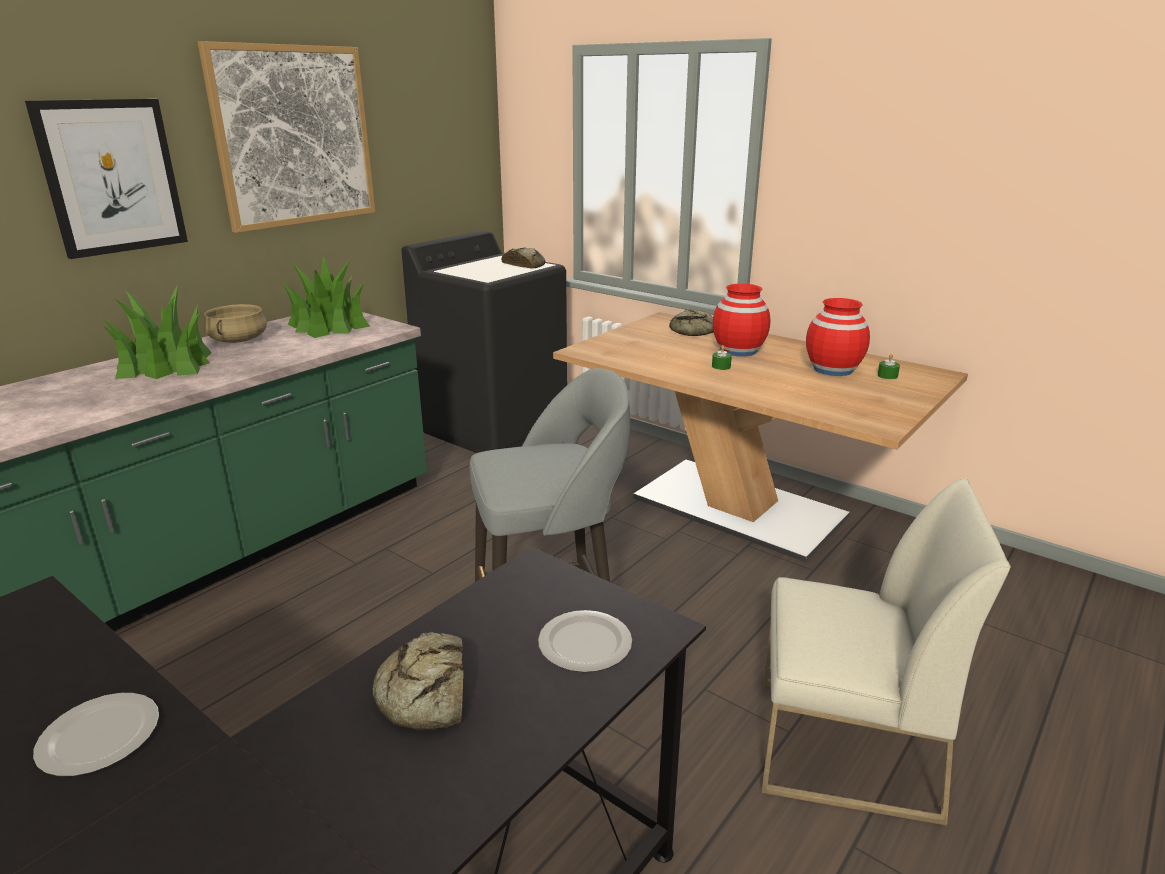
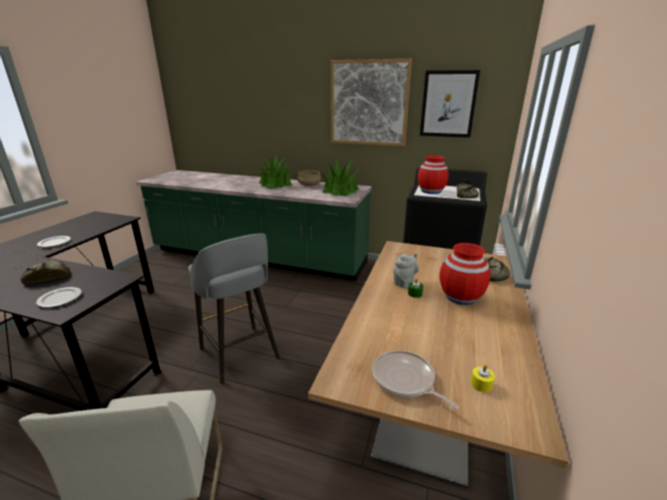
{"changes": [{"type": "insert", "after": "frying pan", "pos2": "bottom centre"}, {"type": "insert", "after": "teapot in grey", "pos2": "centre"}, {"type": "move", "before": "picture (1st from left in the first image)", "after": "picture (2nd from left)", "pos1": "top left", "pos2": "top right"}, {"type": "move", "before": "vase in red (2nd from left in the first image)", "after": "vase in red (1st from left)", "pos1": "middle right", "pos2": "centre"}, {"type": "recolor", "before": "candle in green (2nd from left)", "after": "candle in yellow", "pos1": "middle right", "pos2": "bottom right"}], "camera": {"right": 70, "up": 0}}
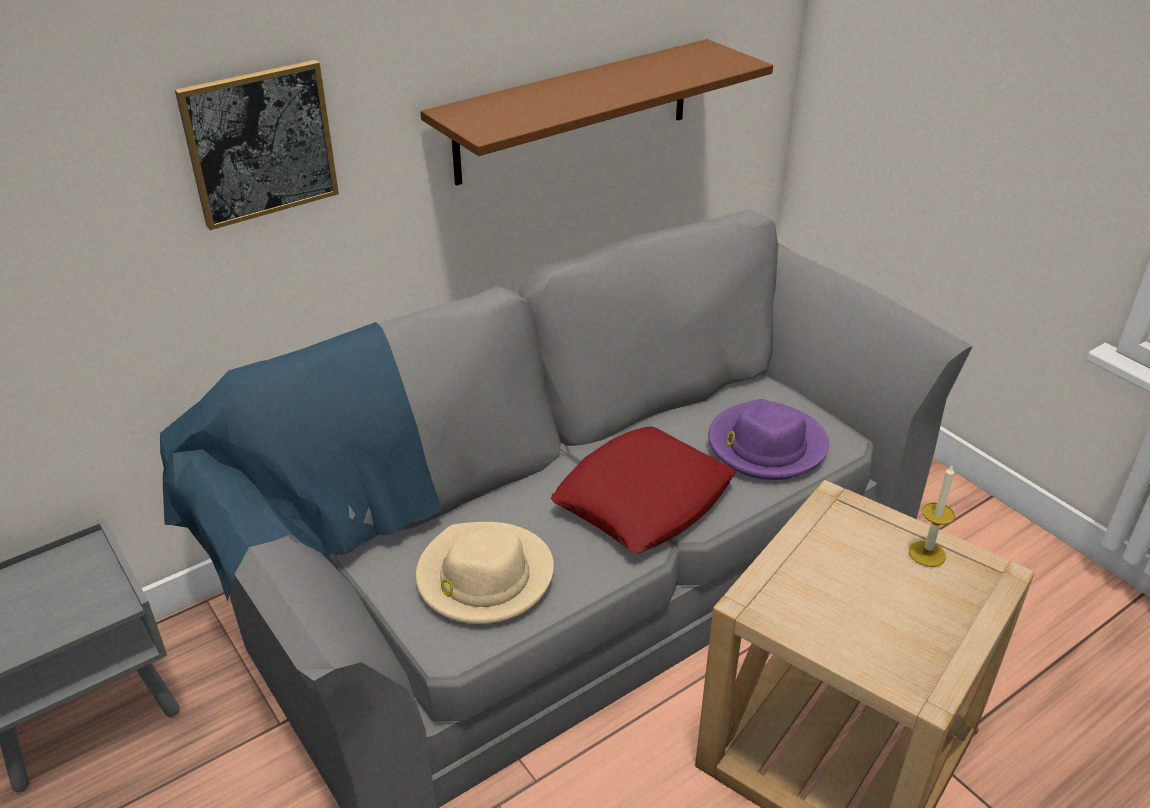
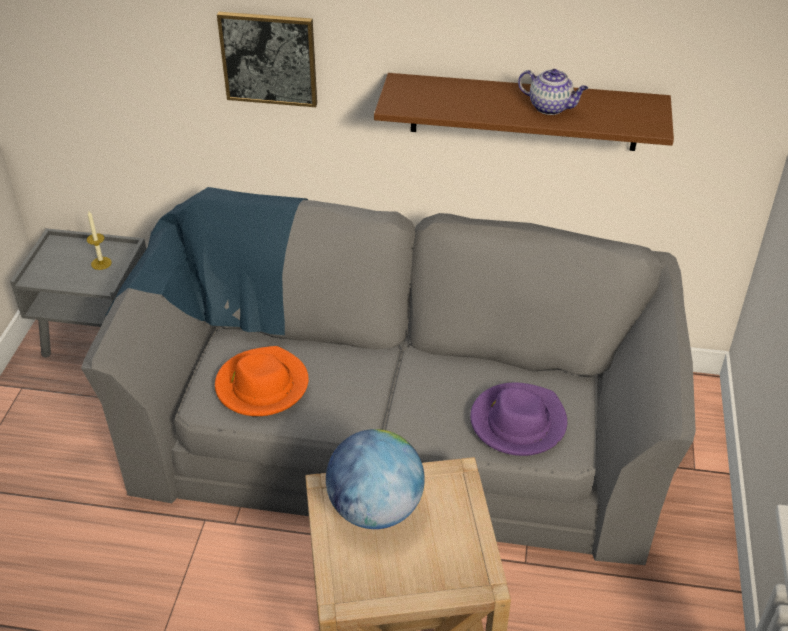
{"changes": [{"type": "delete", "before": "pillow in red", "pos1": "centre"}, {"type": "insert", "after": "globe", "pos2": "bottom centre"}, {"type": "insert", "after": "teapot", "pos2": "top right"}, {"type": "move", "before": "candle", "pos1": "middle right", "pos2": "middle left"}, {"type": "recolor", "before": "hat in beige", "after": "hat in orange", "pos1": "bottom centre", "pos2": "middle left"}], "camera": {"right": 45, "up": 5}}
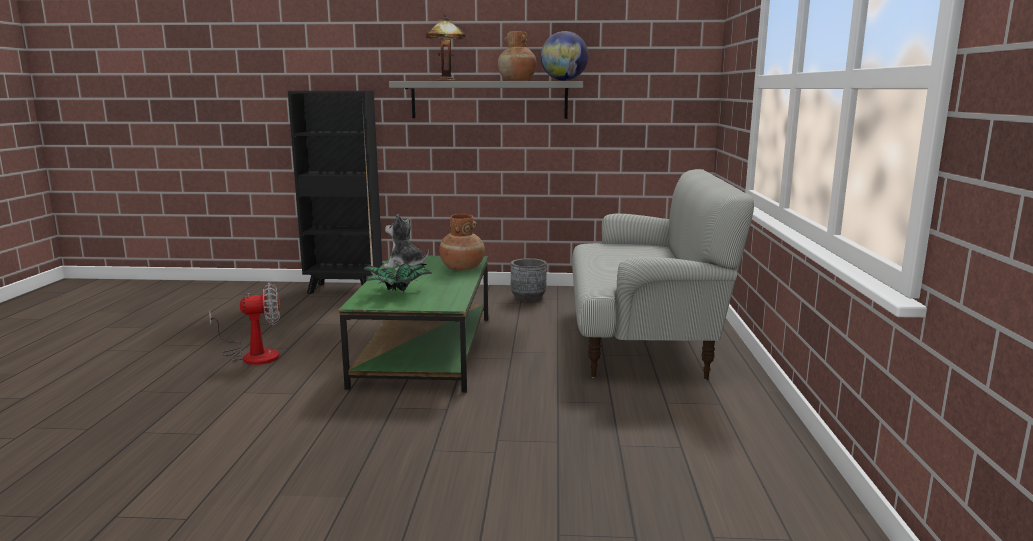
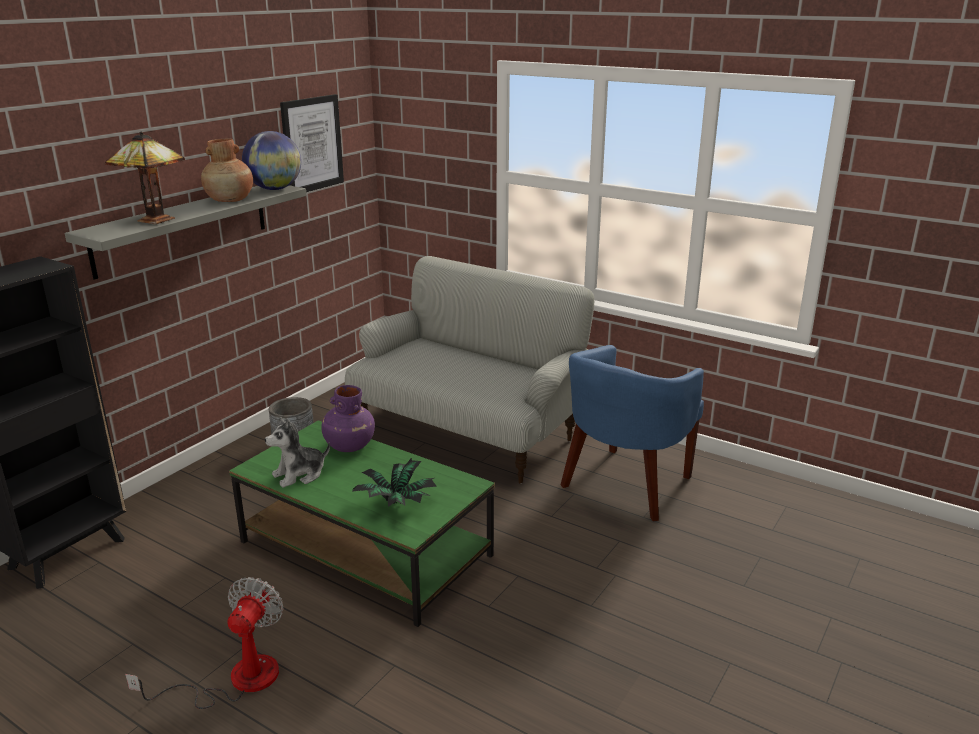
{"changes": [{"type": "insert", "after": "picture", "pos2": "top left"}, {"type": "insert", "after": "armchair in blue", "pos2": "centre"}, {"type": "recolor", "before": "vase in brown (1st from left)", "after": "vase in purple", "pos1": "centre", "pos2": "centre"}], "camera": {"right": -60, "up": 10}}
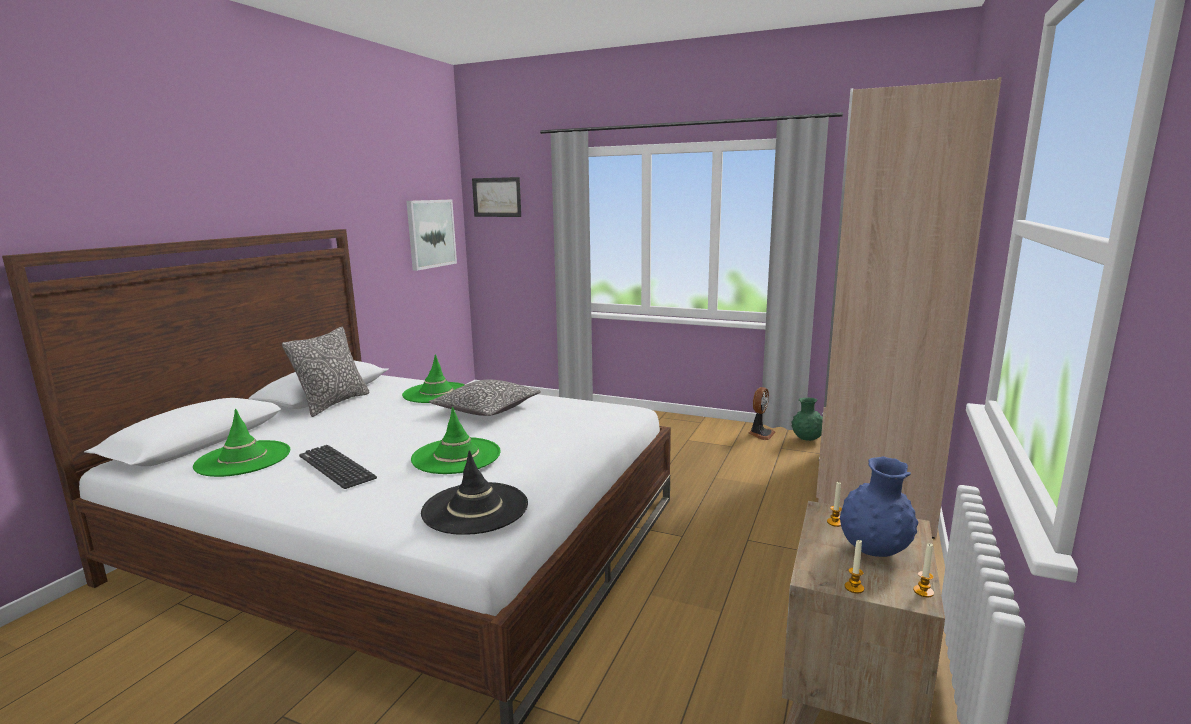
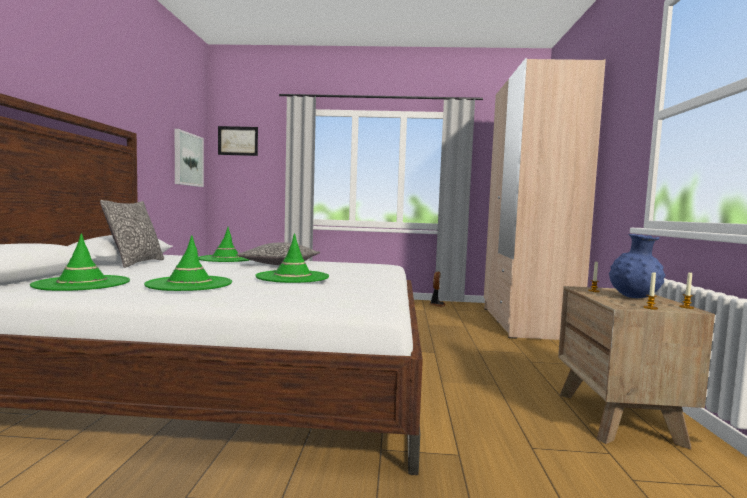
{"changes": [{"type": "delete", "before": "hat in black", "pos1": "bottom centre"}, {"type": "delete", "before": "vase in green", "pos1": "middle right"}, {"type": "replace", "before": "keyboard", "after": "hat in green (2nd from left)", "pos1": "middle left", "pos2": "middle left"}], "camera": {"right": -20, "up": -10}}
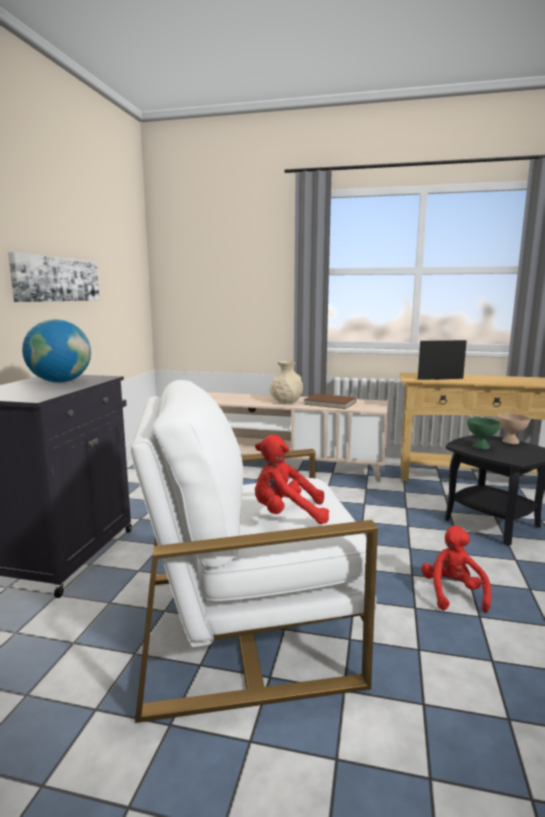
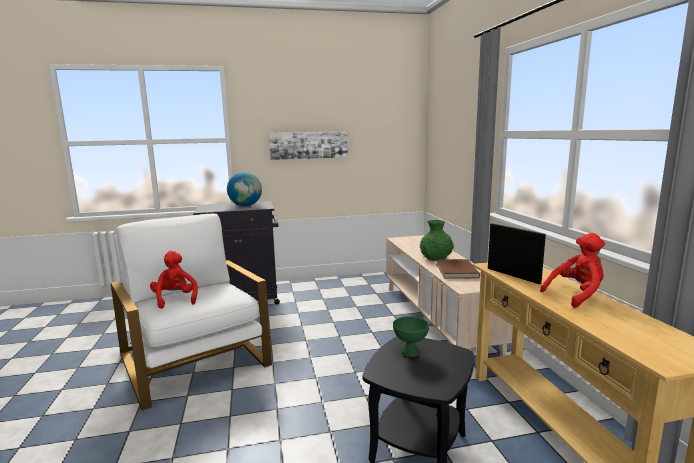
{"changes": [{"type": "delete", "before": "bowl in beige", "pos1": "middle right"}, {"type": "move", "before": "plush toy in red (2nd from left)", "pos1": "bottom right", "pos2": "middle right"}, {"type": "recolor", "before": "vase in beige", "after": "vase in green", "pos1": "centre", "pos2": "centre"}], "camera": {"right": 65, "up": 0}}
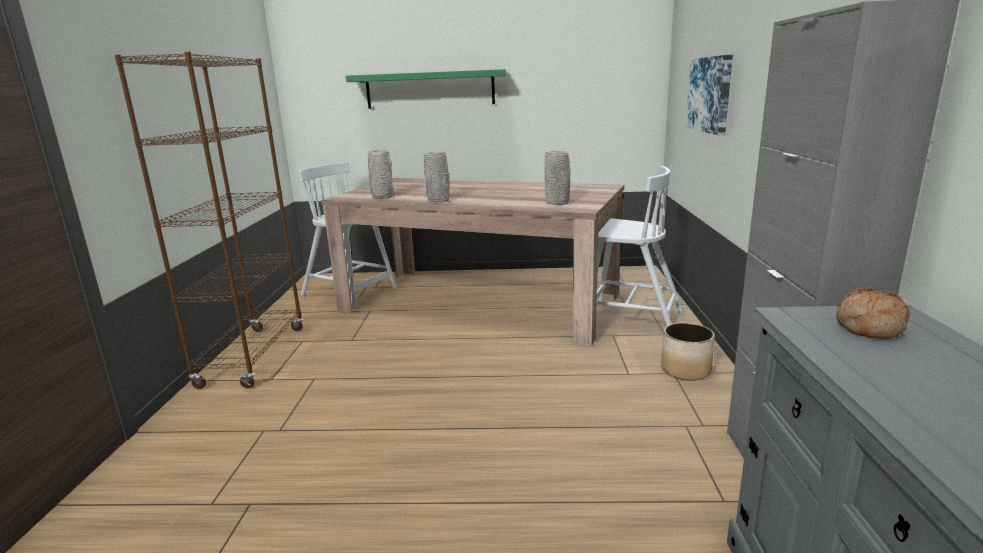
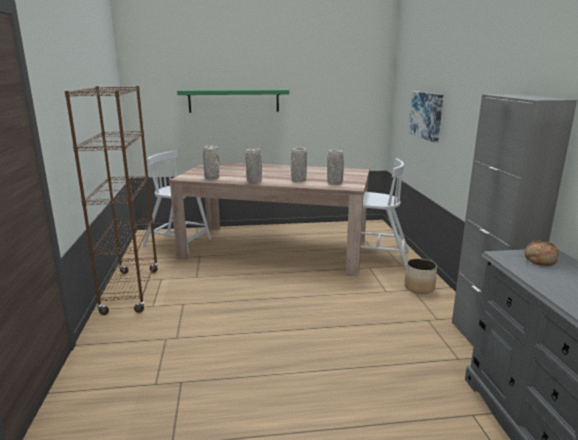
{"changes": [{"type": "insert", "after": "vase in grey (3rd from left)", "pos2": "centre"}], "camera": {"right": -10, "up": 0}}
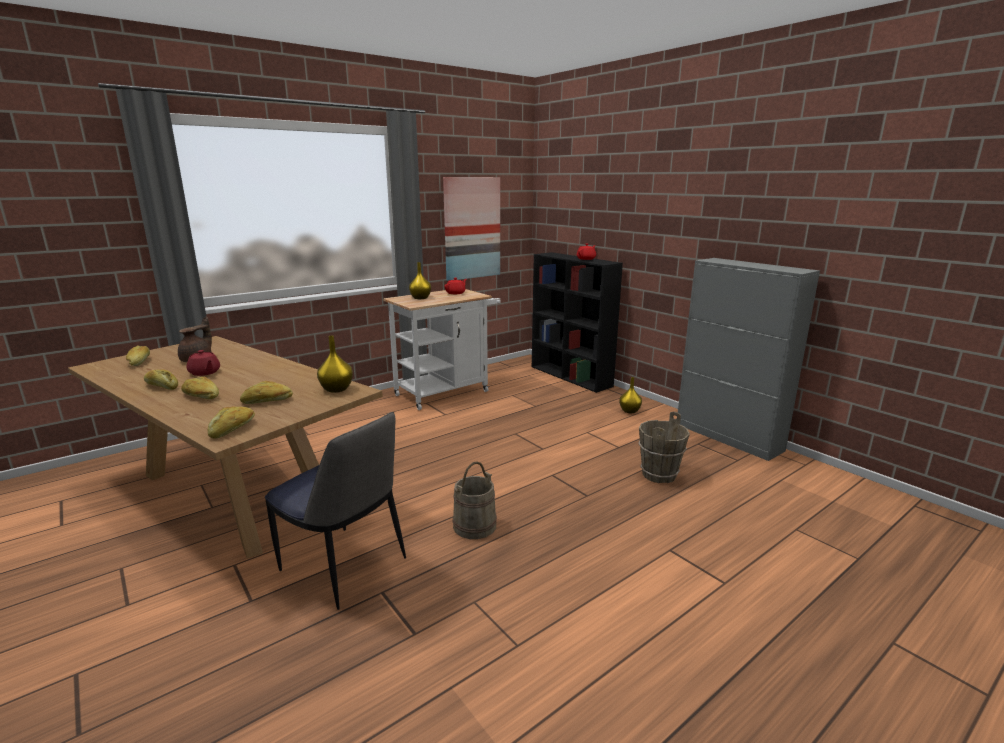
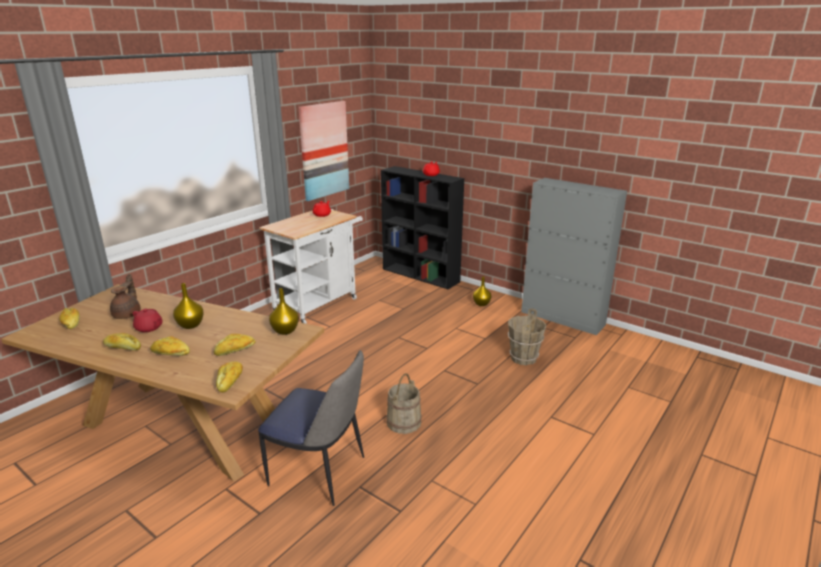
{"changes": [{"type": "move", "before": "vase in yellow (2nd from left in the first image)", "after": "vase in yellow (1st from left)", "pos1": "centre", "pos2": "middle left"}], "camera": {"right": -15, "up": 5}}
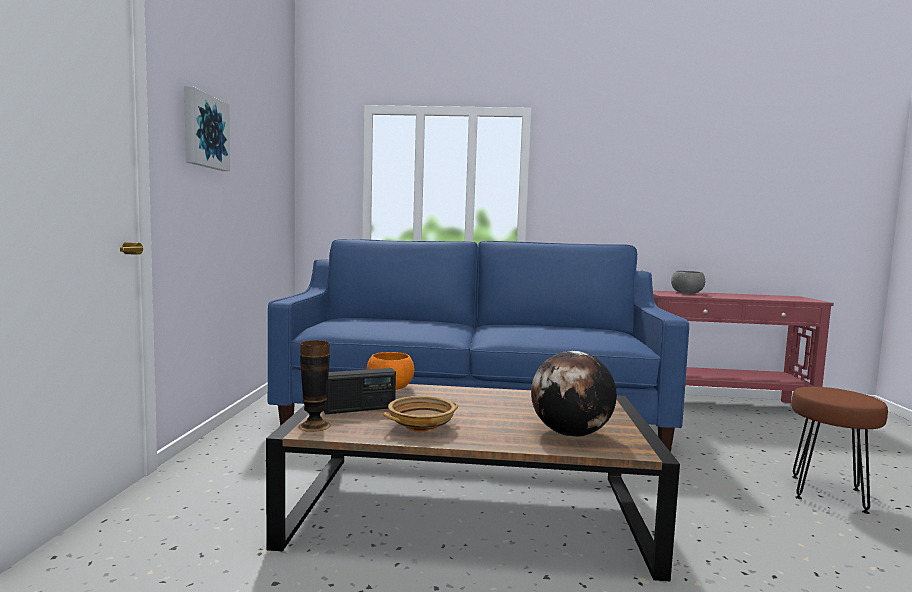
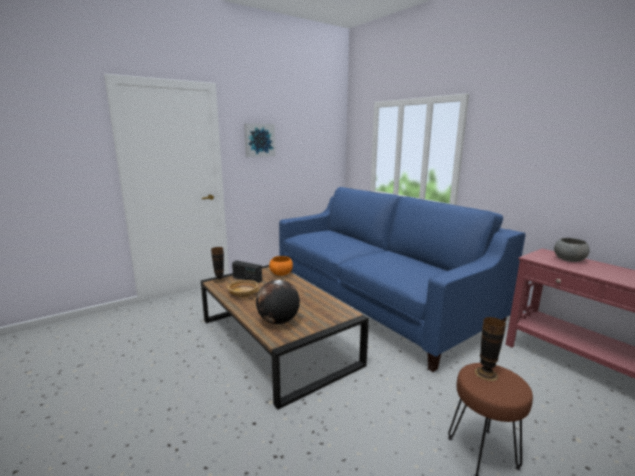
{"changes": [{"type": "insert", "after": "vase (2nd from left)", "pos2": "bottom right"}], "camera": {"right": 50, "up": 10}}
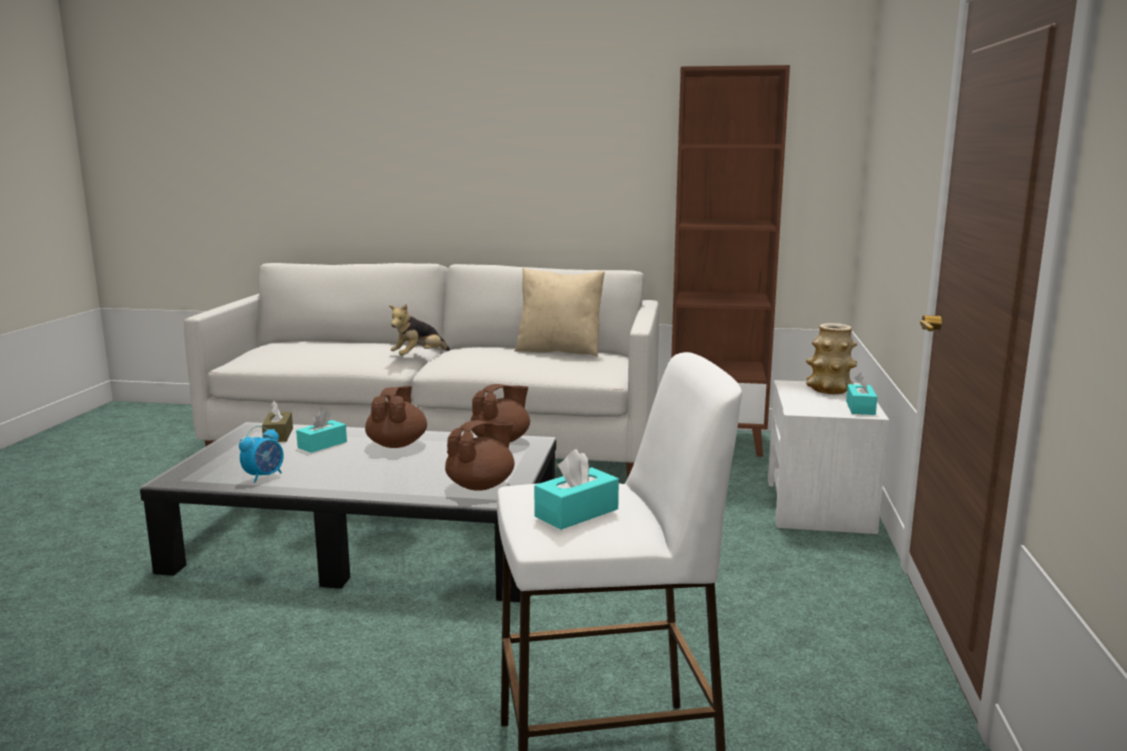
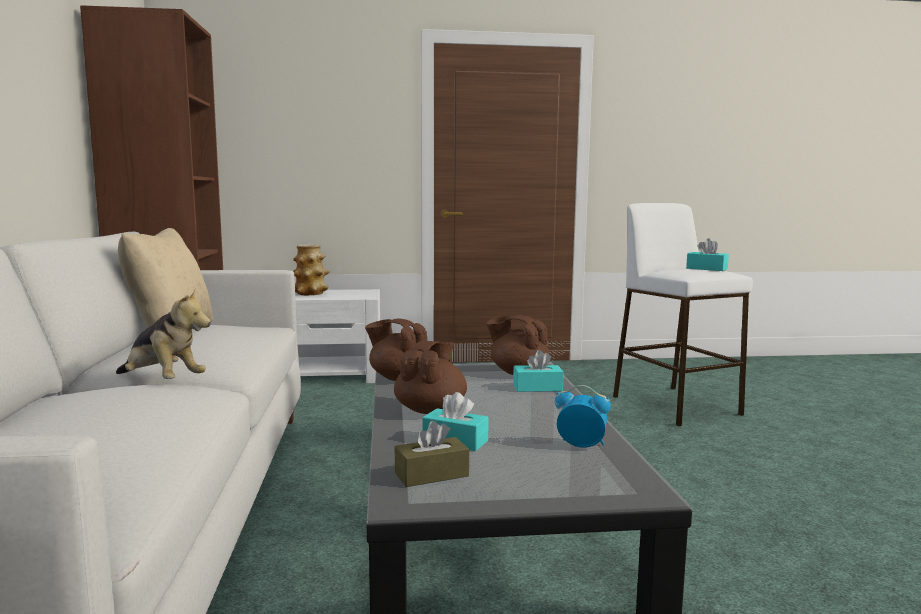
{"changes": [{"type": "move", "before": "tissue box in turquoise (3rd from left in the first image)", "after": "tissue box in turquoise (2nd from left)", "pos1": "middle right", "pos2": "centre"}, {"type": "rotate", "before": "teapot in brown (1st from left in the first image)", "pos1": "centre", "pos2": "centre", "turn": 120}], "camera": {"right": -105, "up": -5}}
